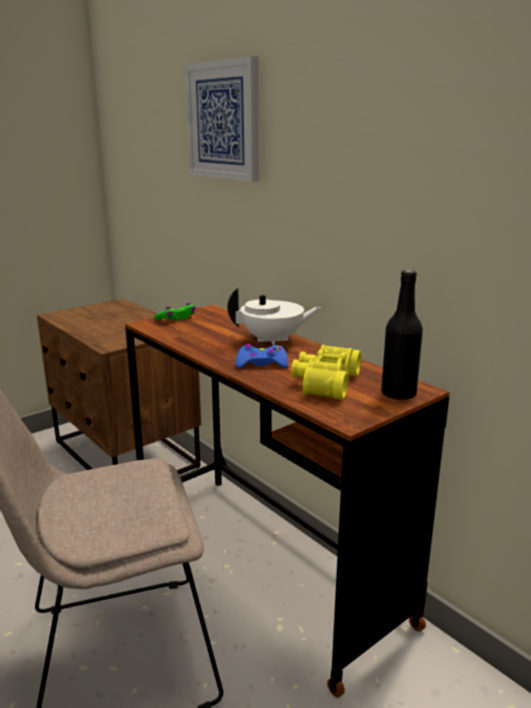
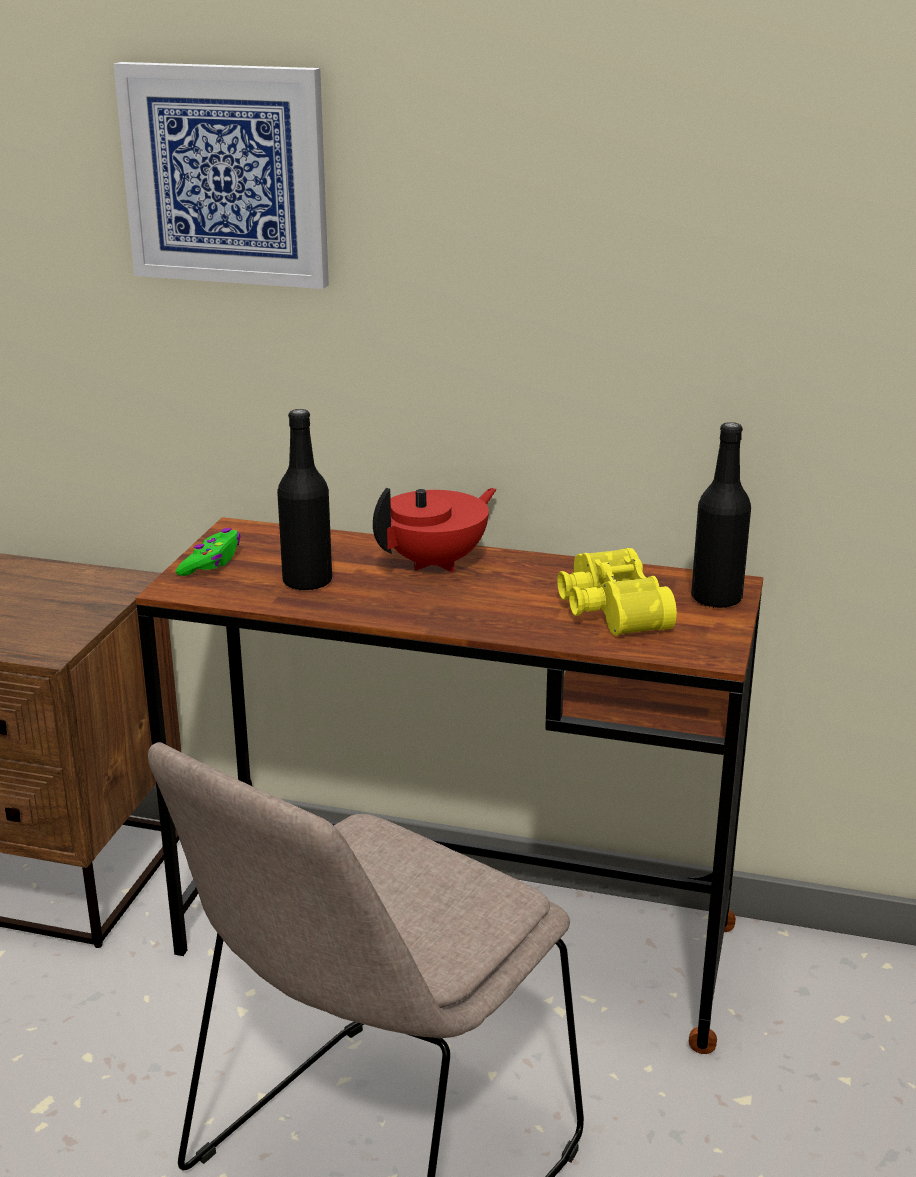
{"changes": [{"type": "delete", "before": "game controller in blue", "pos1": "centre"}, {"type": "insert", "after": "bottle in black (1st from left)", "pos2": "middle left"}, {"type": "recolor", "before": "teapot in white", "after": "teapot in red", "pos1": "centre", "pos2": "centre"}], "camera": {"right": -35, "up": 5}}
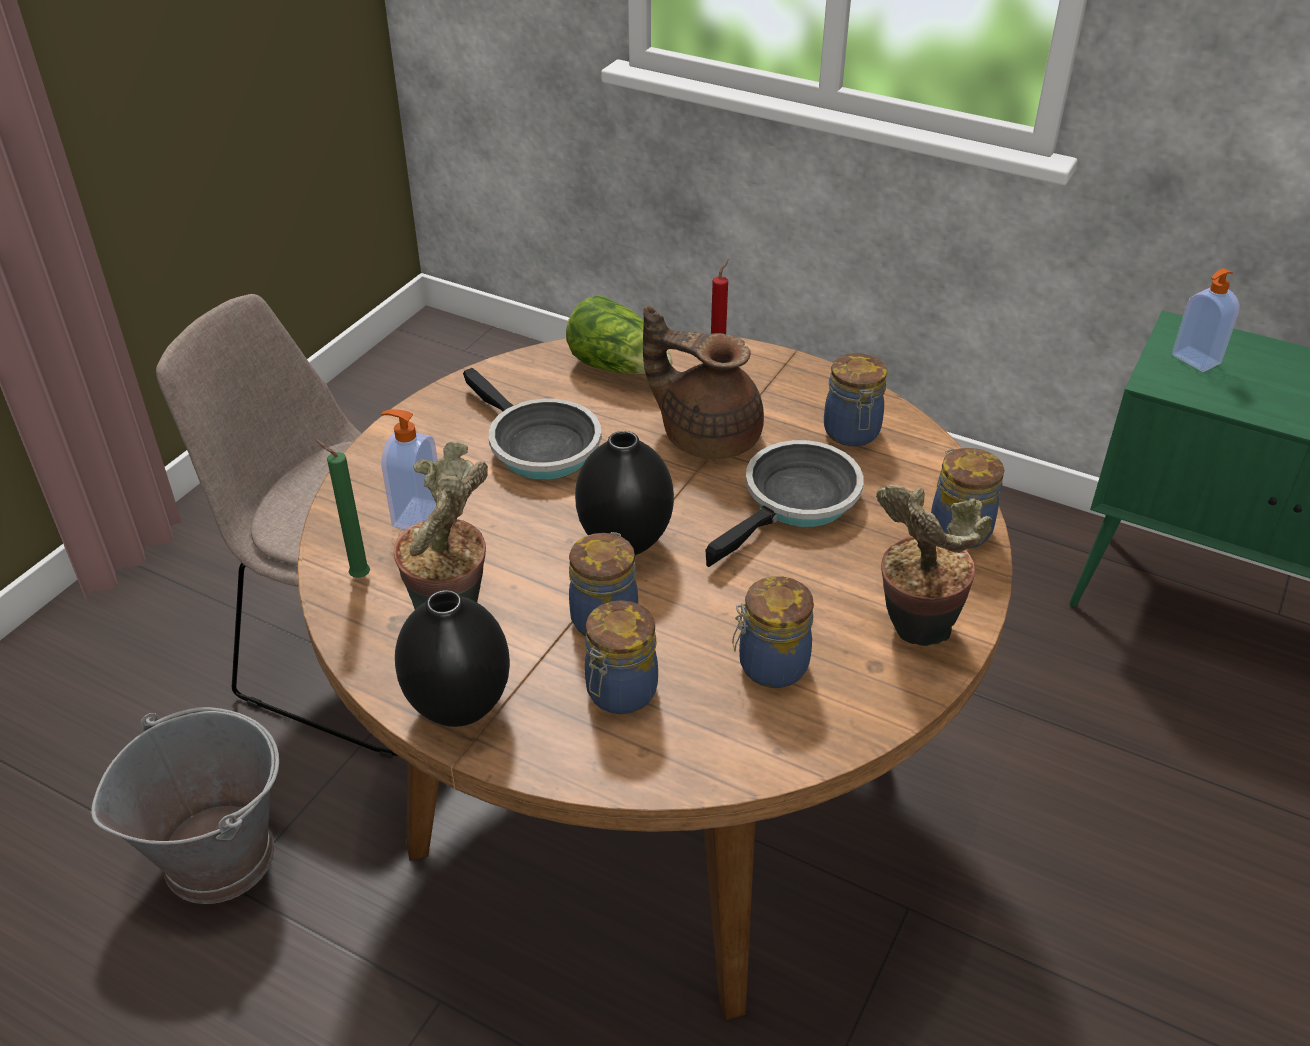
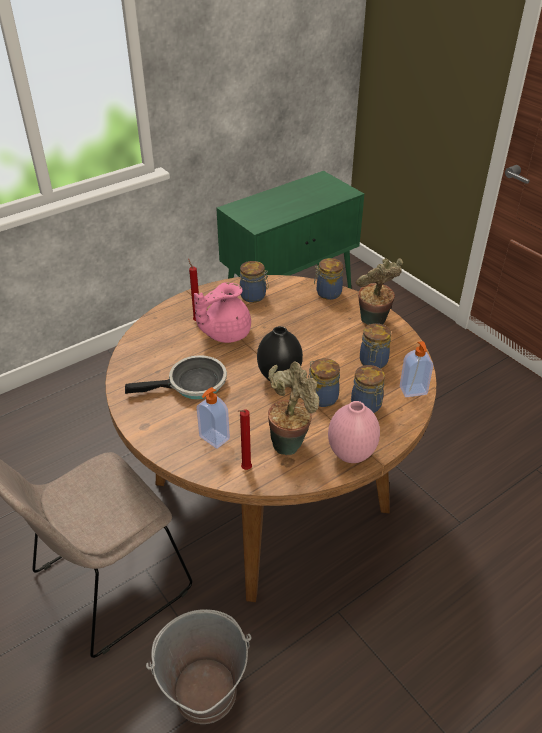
{"changes": [{"type": "delete", "before": "lettuce", "pos1": "top centre"}, {"type": "delete", "before": "frying pan (2nd from left)", "pos1": "centre"}, {"type": "move", "before": "soap dispenser (2nd from left)", "pos1": "top right", "pos2": "middle right"}, {"type": "recolor", "before": "candle in green", "after": "candle in red (2nd from left)", "pos1": "middle left", "pos2": "centre"}, {"type": "recolor", "before": "vase in black (1st from left)", "after": "vase in pink", "pos1": "centre", "pos2": "centre"}, {"type": "recolor", "before": "teapot in brown", "after": "teapot in pink", "pos1": "centre", "pos2": "centre"}], "camera": {"right": -65, "up": 0}}
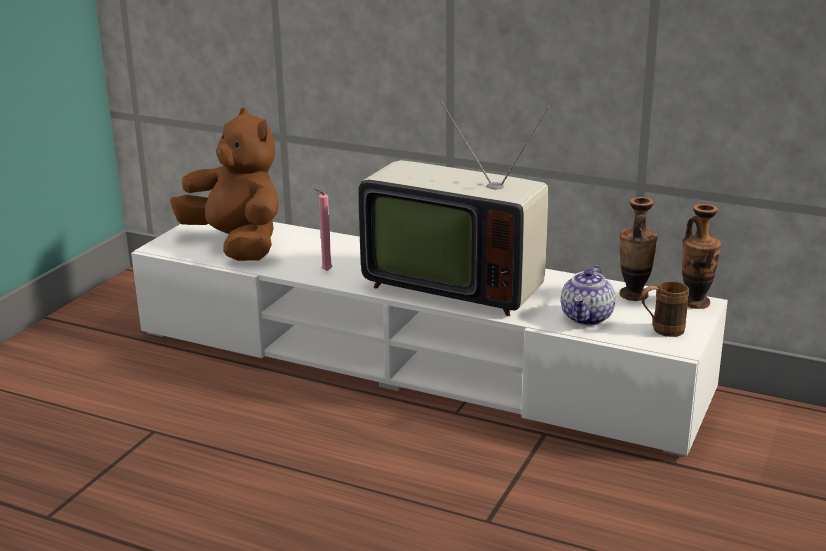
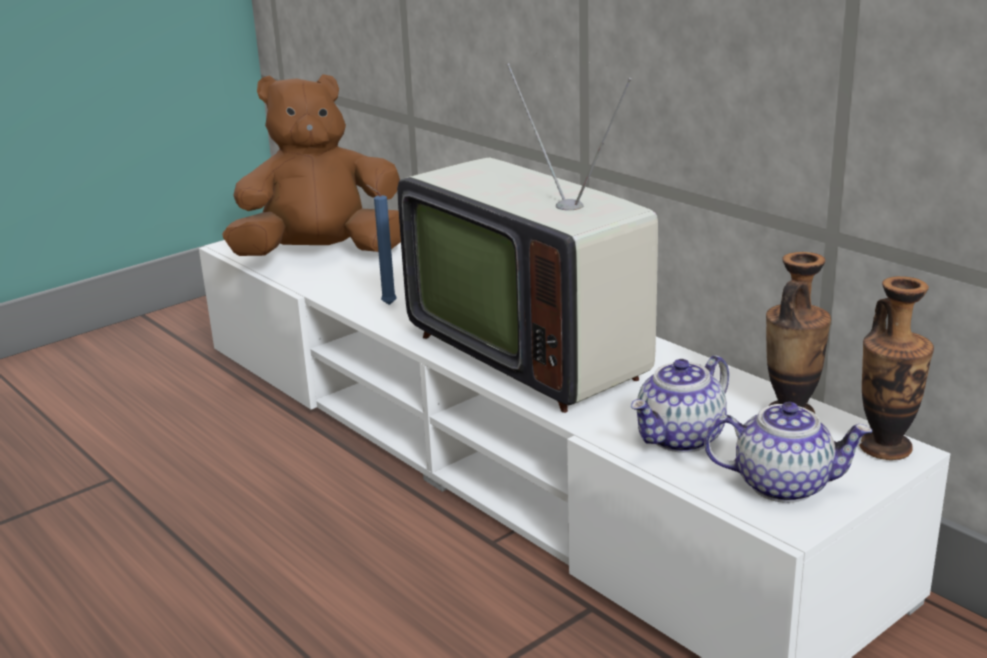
{"changes": [{"type": "replace", "before": "mug in brown", "after": "teapot (2nd from left)", "pos1": "middle right", "pos2": "bottom right"}, {"type": "recolor", "before": "candle in pink", "after": "candle in blue", "pos1": "centre", "pos2": "centre"}, {"type": "rotate", "before": "plush toy in brown", "pos1": "middle left", "pos2": "top left", "turn": -90}], "camera": {"right": 25, "up": 0}}
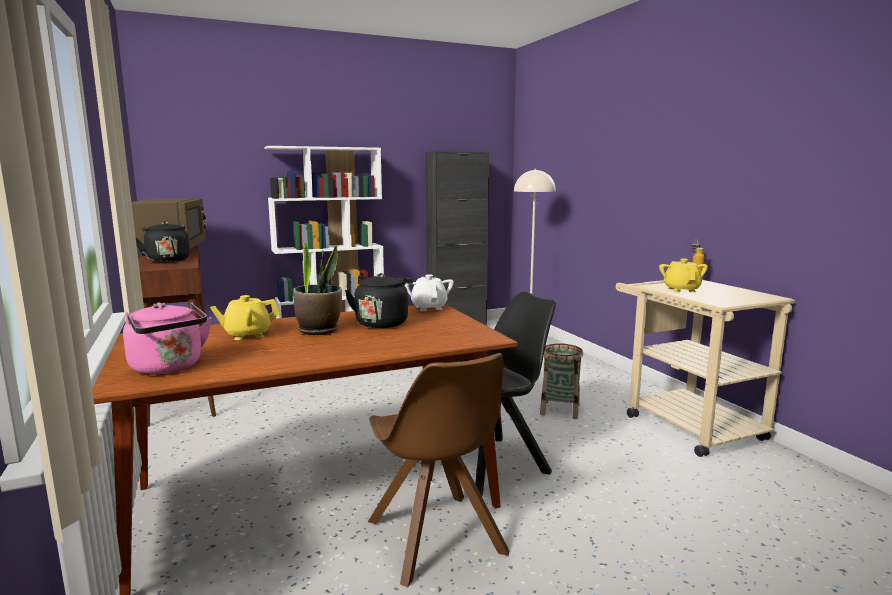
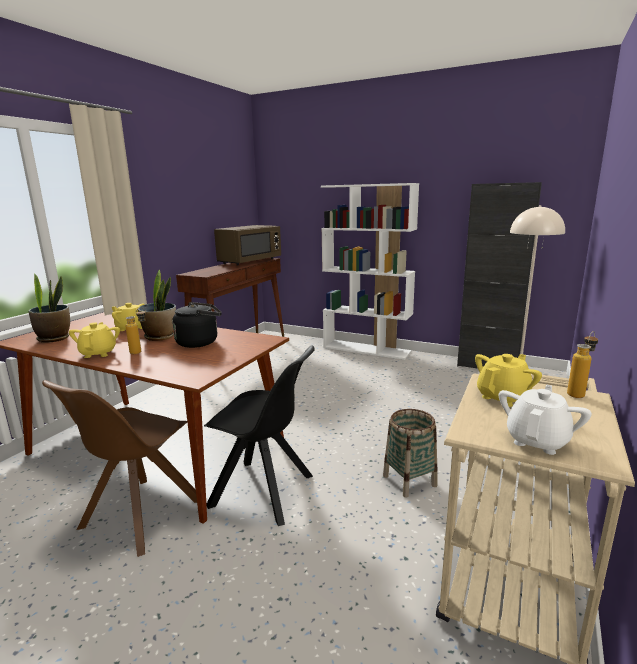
{"changes": [{"type": "delete", "before": "kettle in black (1st from left)", "pos1": "middle left"}, {"type": "insert", "after": "teapot in yellow (1st from left)", "pos2": "middle left"}, {"type": "insert", "after": "bottle (1st from left)", "pos2": "middle left"}, {"type": "move", "before": "teapot in white", "pos1": "centre", "pos2": "middle right"}, {"type": "replace", "before": "kettle in pink", "after": "potted plant (1st from left)", "pos1": "middle left", "pos2": "middle left"}], "camera": {"right": 50, "up": 5}}
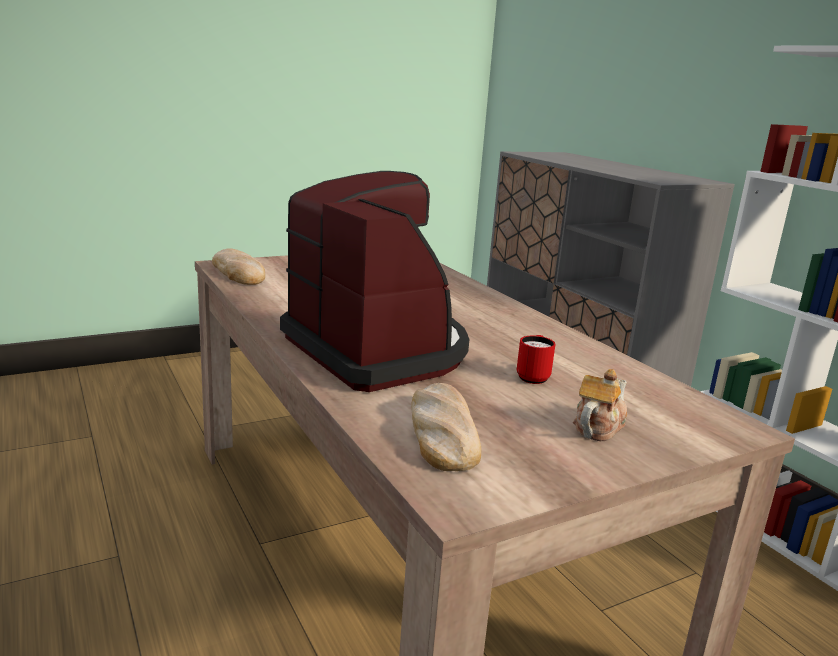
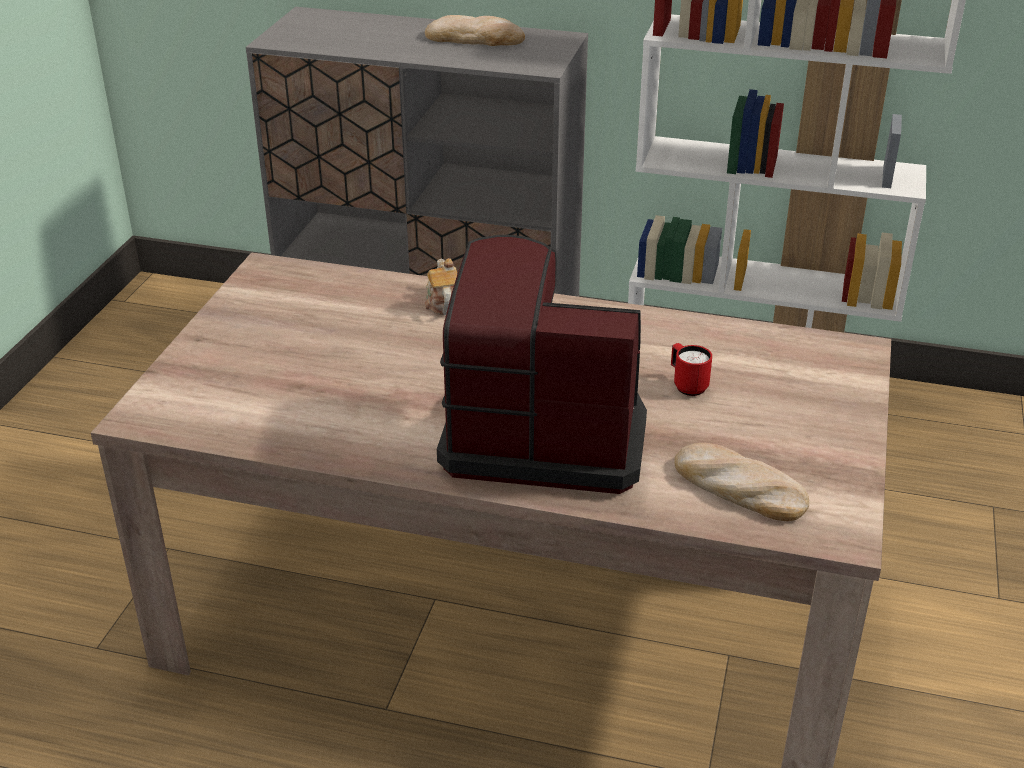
{"changes": [{"type": "move", "before": "bread (1st from left)", "pos1": "middle left", "pos2": "top centre"}, {"type": "move", "before": "teapot", "pos1": "middle right", "pos2": "centre"}], "camera": {"right": -45, "up": 15}}
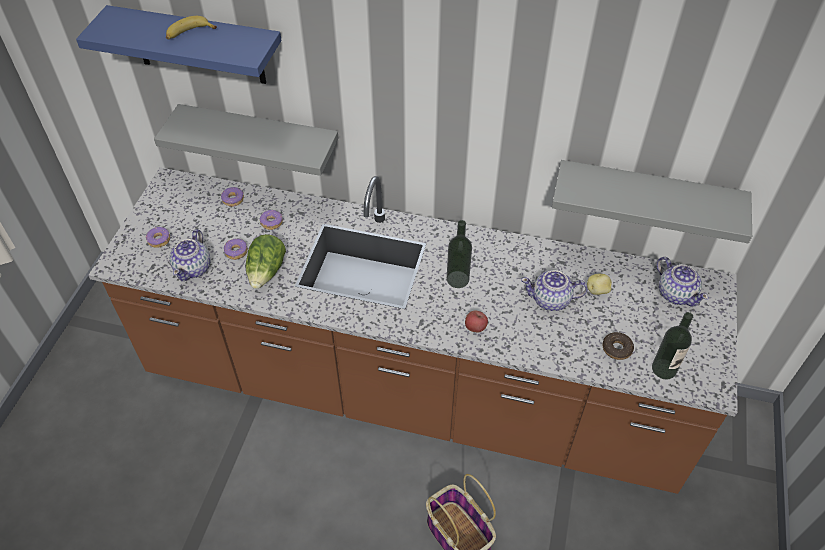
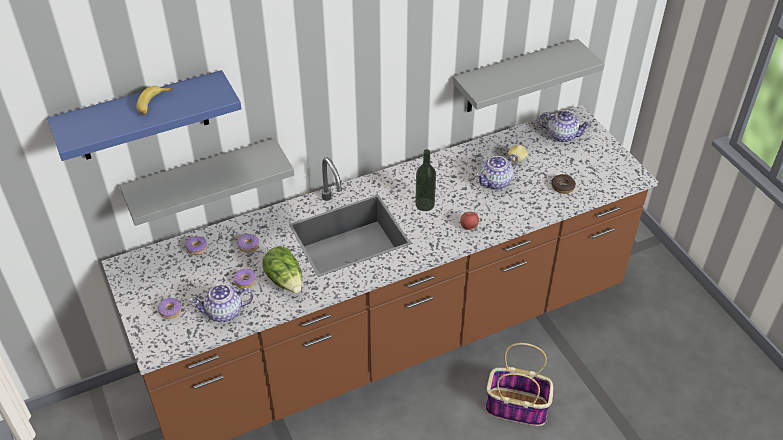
{"changes": [{"type": "delete", "before": "bottle (2nd from left)", "pos1": "middle right"}, {"type": "rotate", "before": "teapot (1st from left)", "pos1": "middle left", "pos2": "bottom left", "turn": 105}], "camera": {"right": -40, "up": -5}}
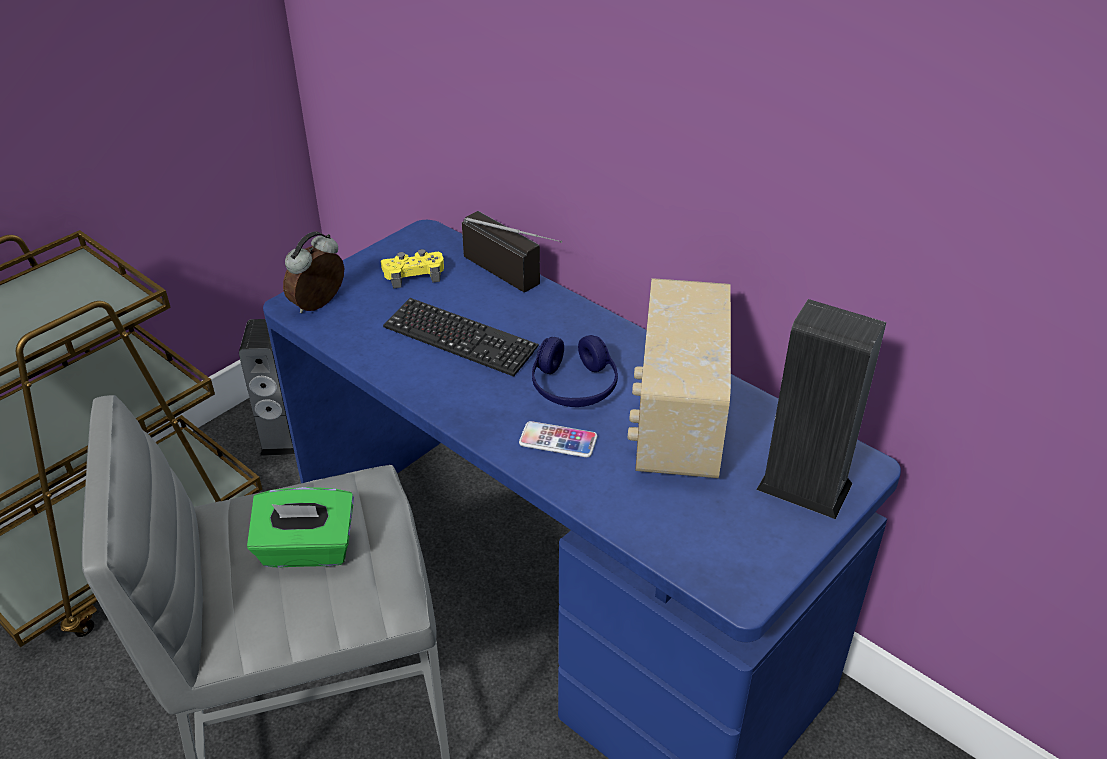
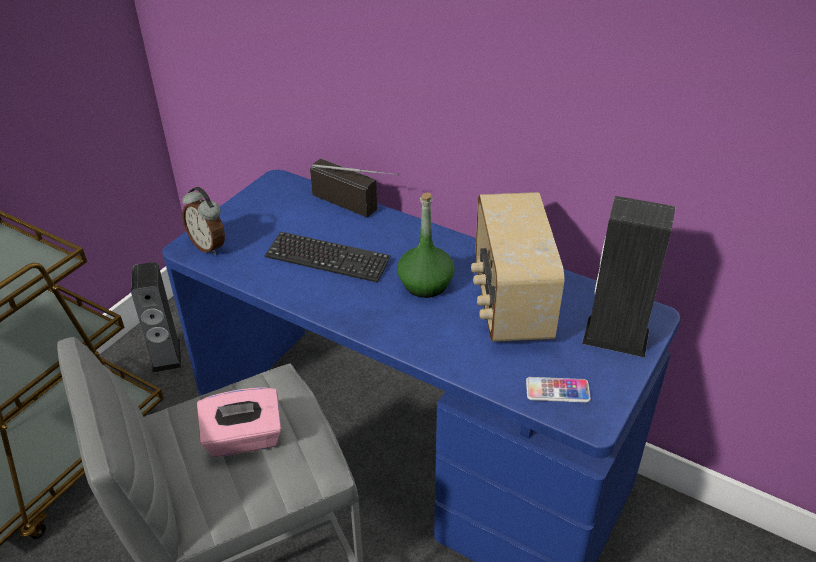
{"changes": [{"type": "delete", "before": "game controller in yellow", "pos1": "centre"}, {"type": "move", "before": "phone", "pos1": "centre", "pos2": "bottom right"}, {"type": "replace", "before": "headphones in blue", "after": "bottle in green", "pos1": "centre", "pos2": "centre"}, {"type": "recolor", "before": "tissue box in green", "after": "tissue box in pink", "pos1": "bottom left", "pos2": "bottom left"}, {"type": "rotate", "before": "alarm clock", "pos1": "middle left", "pos2": "middle left", "turn": -75}], "camera": {"right": -10, "up": 0}}
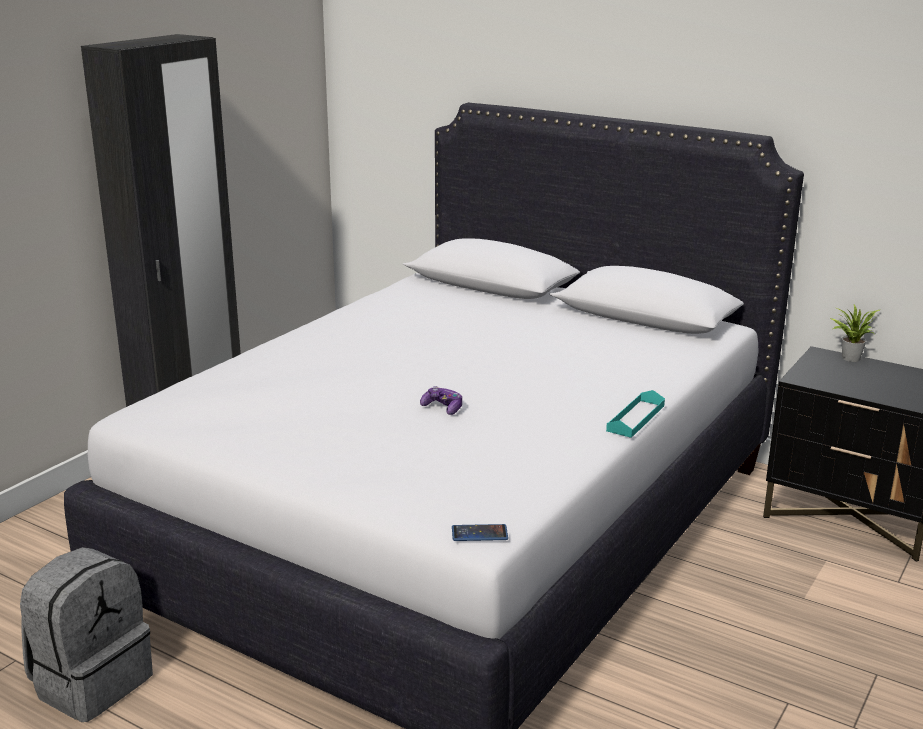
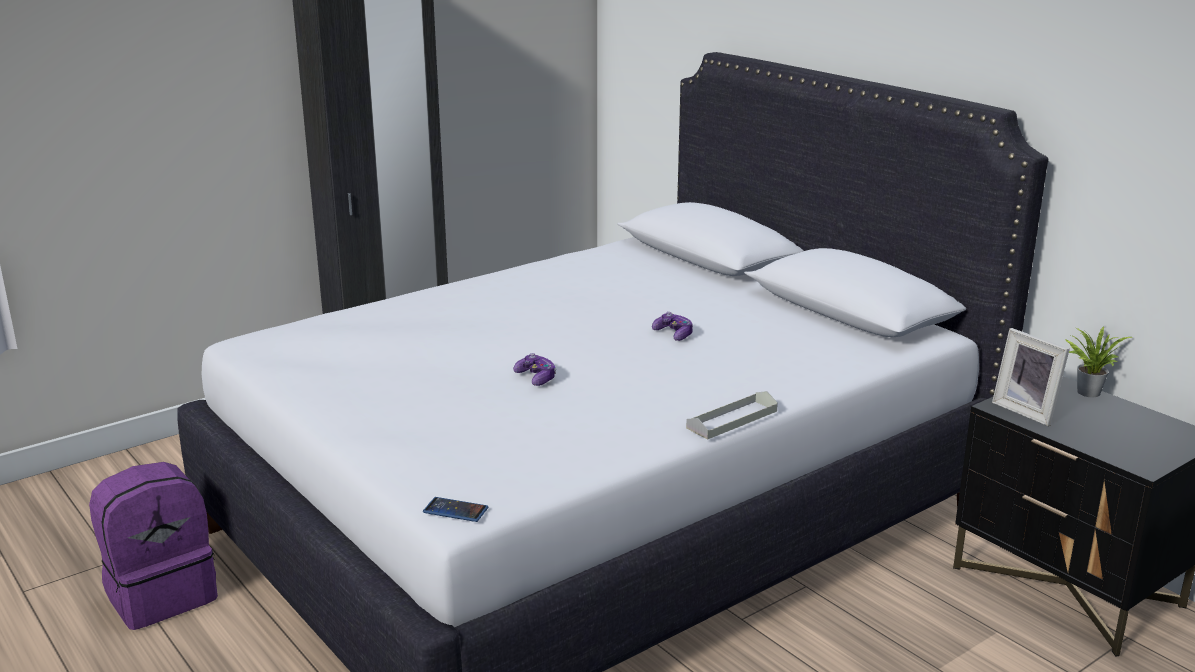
{"changes": [{"type": "insert", "after": "game controller (2nd from left)", "pos2": "centre"}, {"type": "insert", "after": "picture frame", "pos2": "middle right"}, {"type": "recolor", "before": "backpack in grey", "after": "backpack in purple", "pos1": "bottom left", "pos2": "bottom left"}, {"type": "recolor", "before": "tray in turquoise", "after": "tray in grey", "pos1": "middle right", "pos2": "centre"}], "camera": {"right": 20, "up": 0}}
